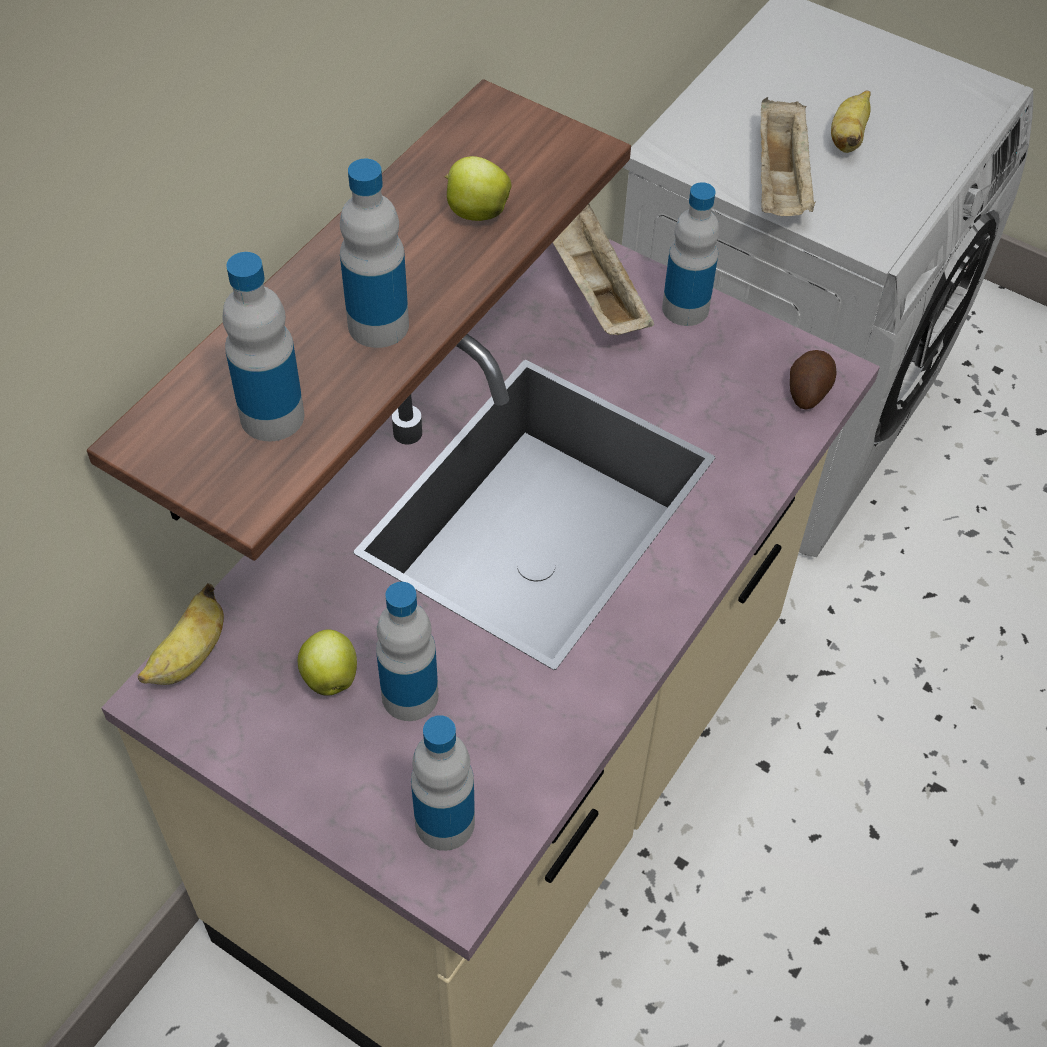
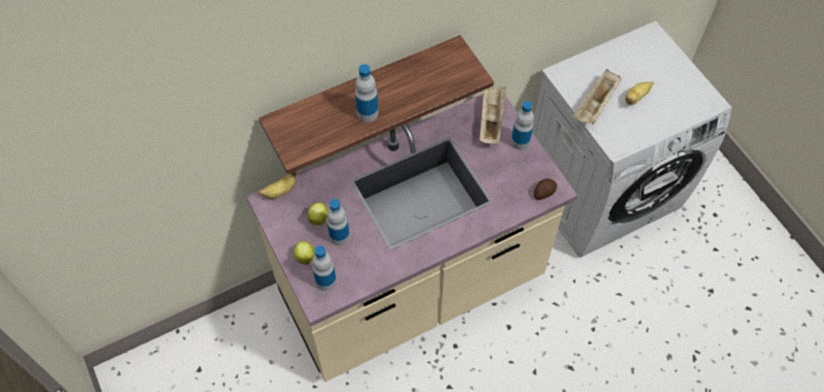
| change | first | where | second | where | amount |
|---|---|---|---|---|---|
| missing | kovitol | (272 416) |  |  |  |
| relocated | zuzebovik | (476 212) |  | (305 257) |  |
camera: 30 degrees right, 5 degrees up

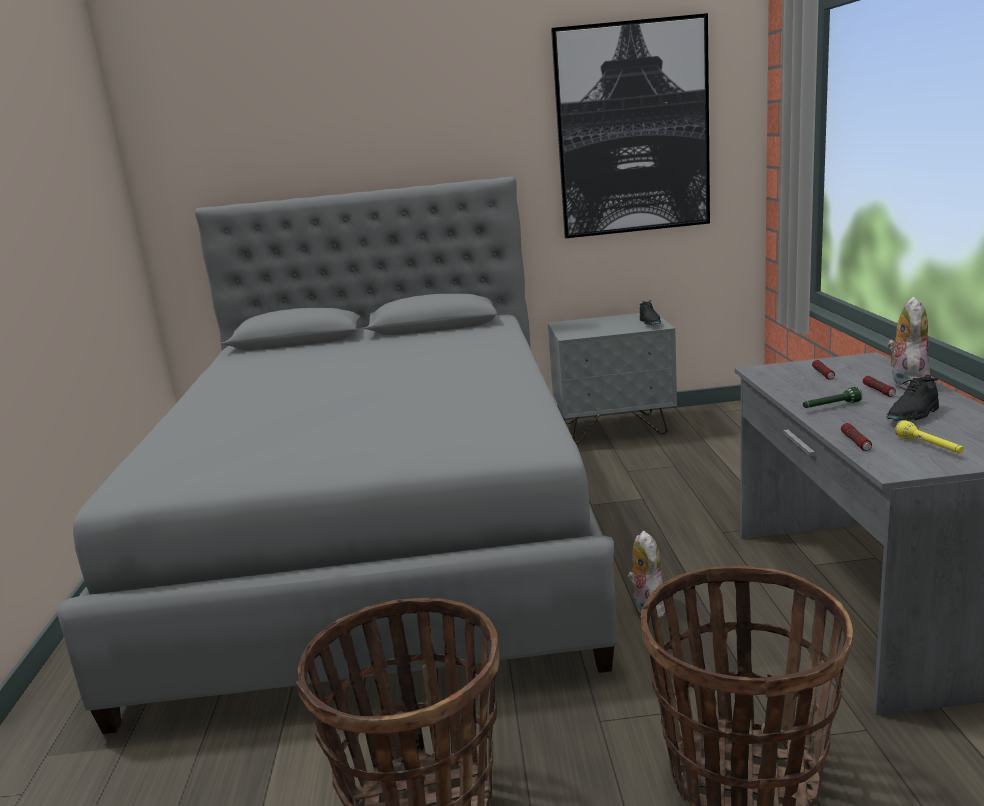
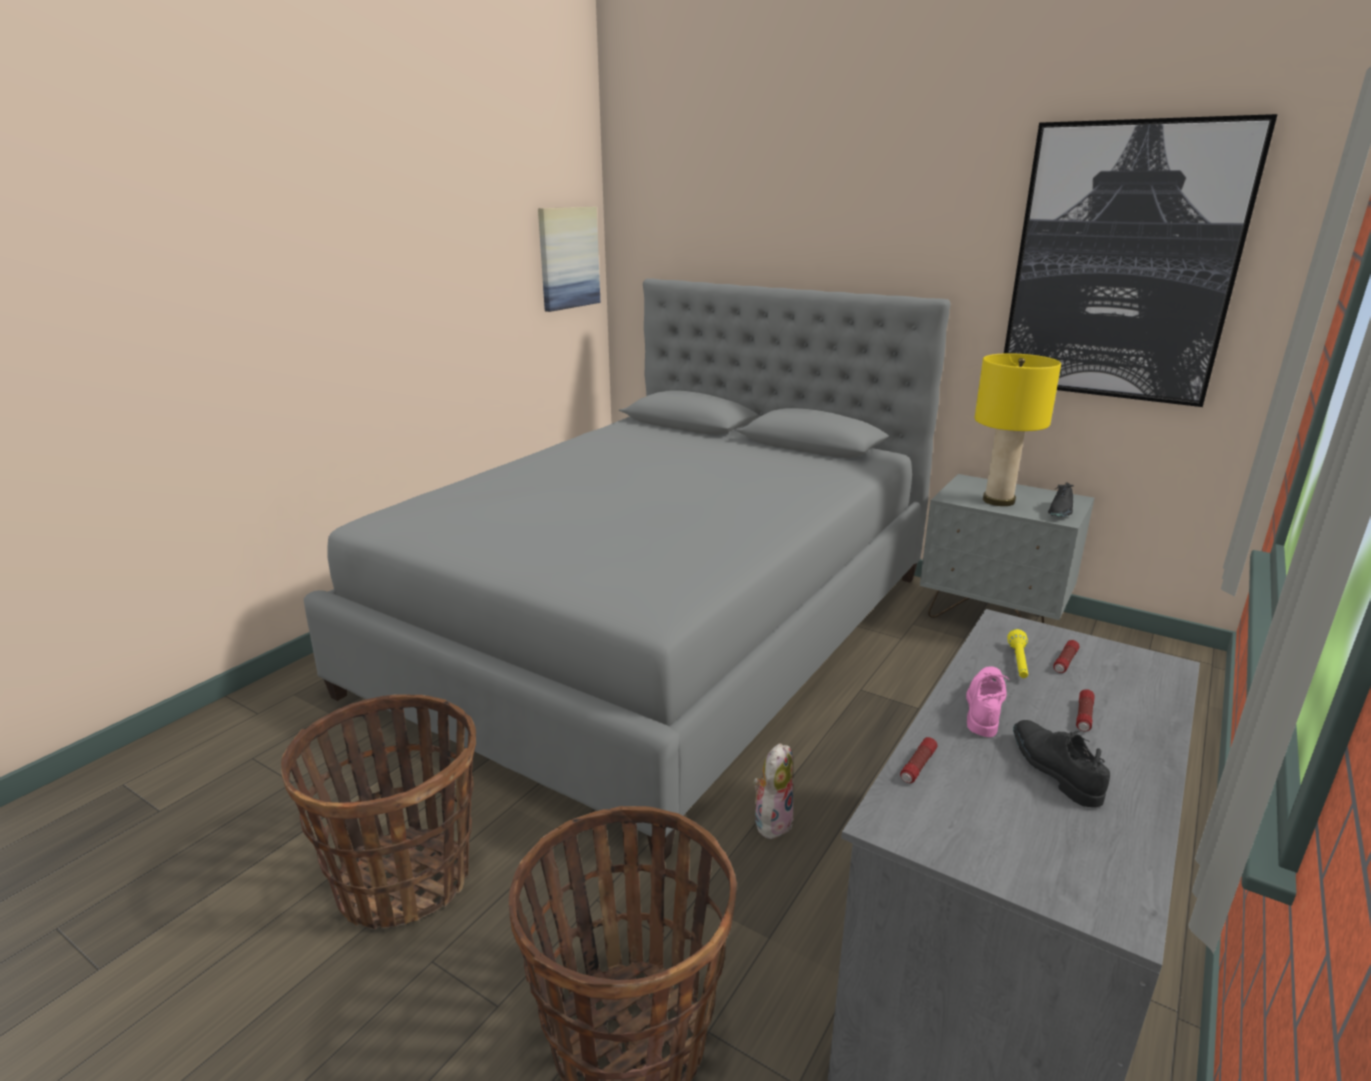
| change | first | where | second | where | amount |
|---|---|---|---|---|---|
| exchanged | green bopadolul | (830 406) | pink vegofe | (985 708) |  |
| spun | black vegofe | (912 416) |  | (1053 770) | 75 degrees clockwise |
| missing | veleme | (906 383) |  |  |  |
| relocated | yellow bopadolul | (929 447) |  | (1018 663) |  |
| appeared |  |  | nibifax | (568 258) |  |
| appeared |  |  | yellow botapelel | (998 500) |  |
camera: 35 degrees right, 5 degrees up

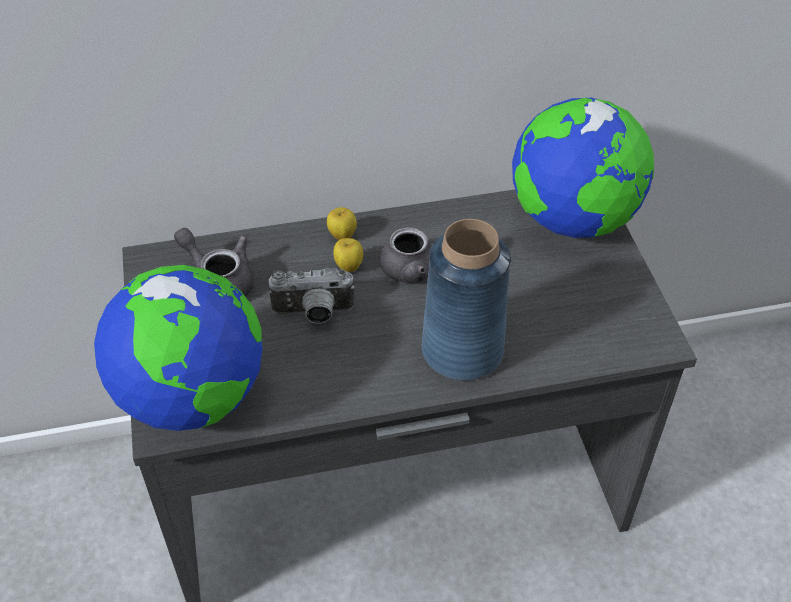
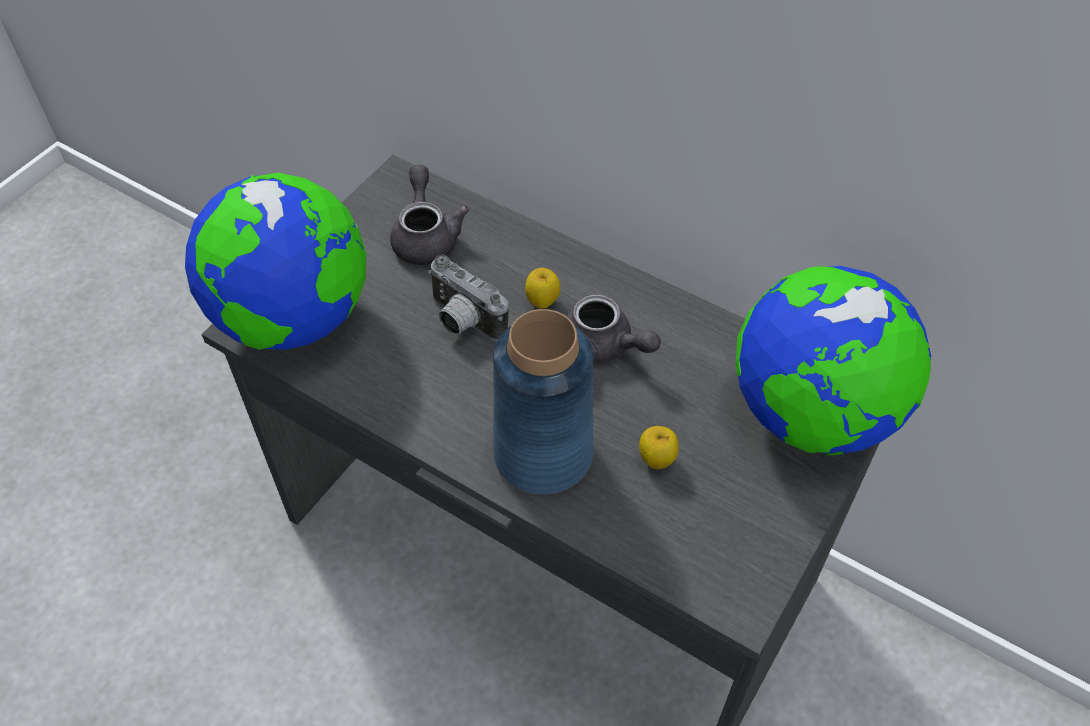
| change | first | where | second | where | amount |
|---|---|---|---|---|---|
| relocated | zuzebovik | (342 236) |  | (657 460) |  |
camera: 45 degrees right, 5 degrees up

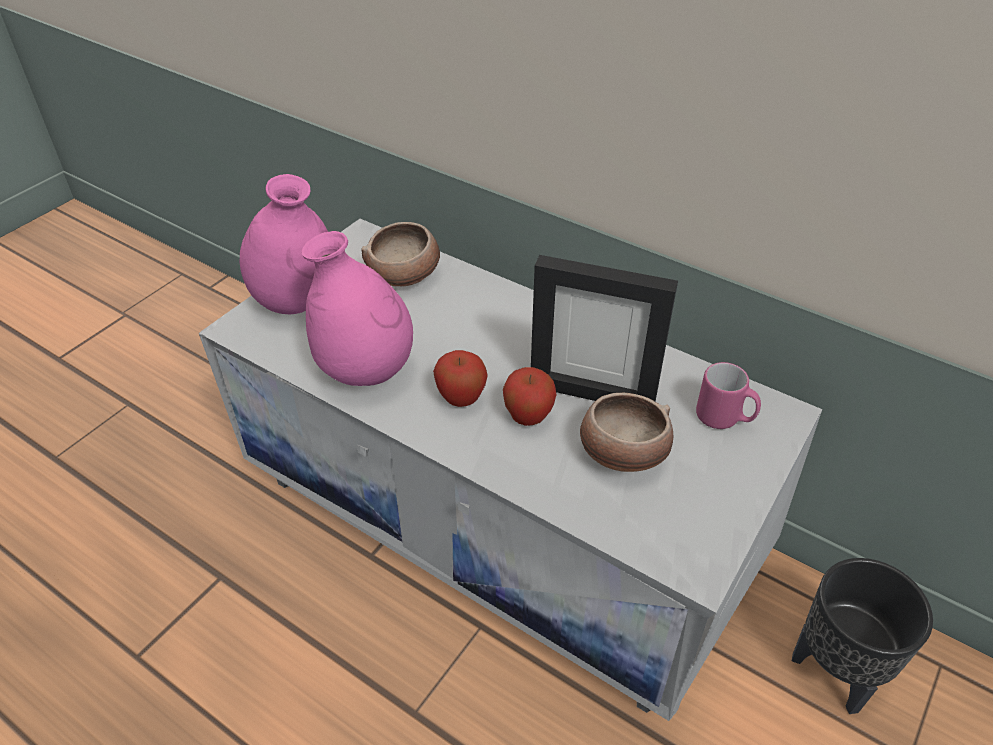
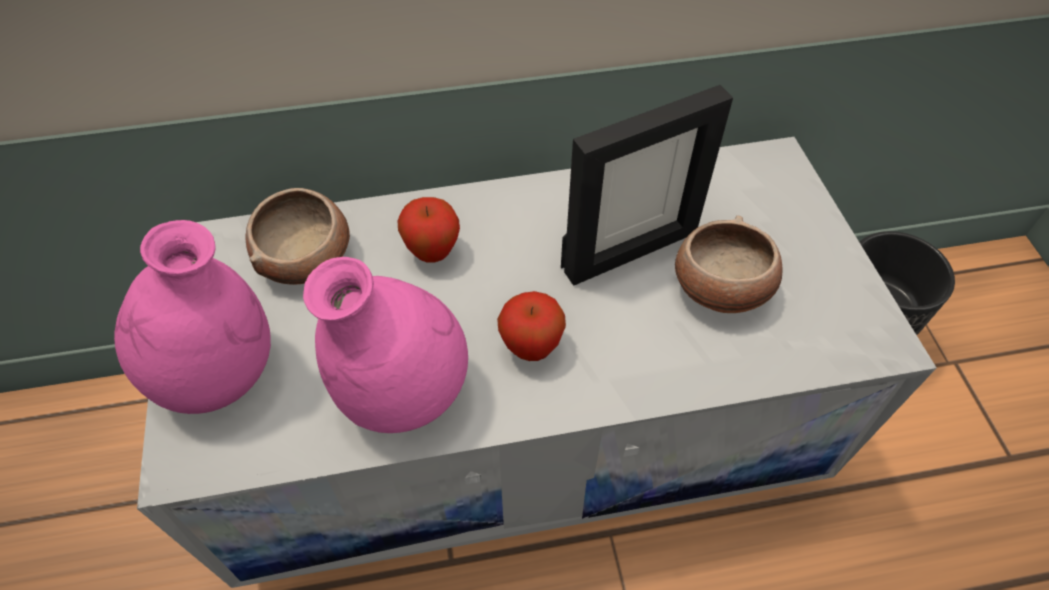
| change | first | where | second | where | amount |
|---|---|---|---|---|---|
| relocated | zuzebovik | (528 418) |  | (432 252) |  |
| missing | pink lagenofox | (724 419) |  |  |  |
camera: 45 degrees left, 10 degrees up

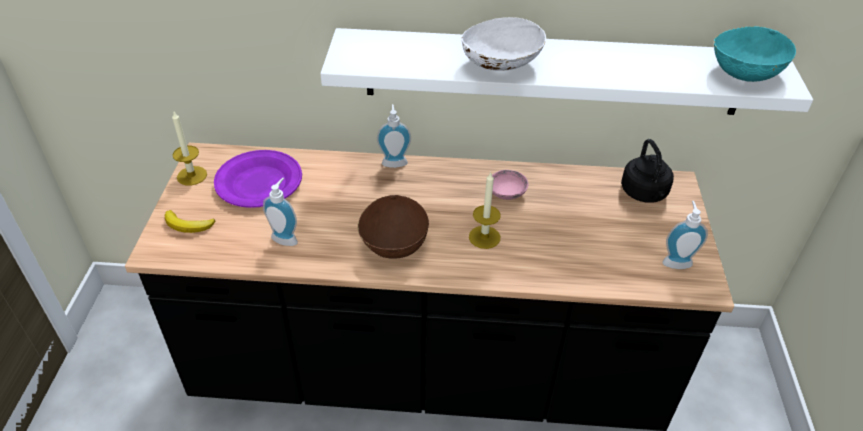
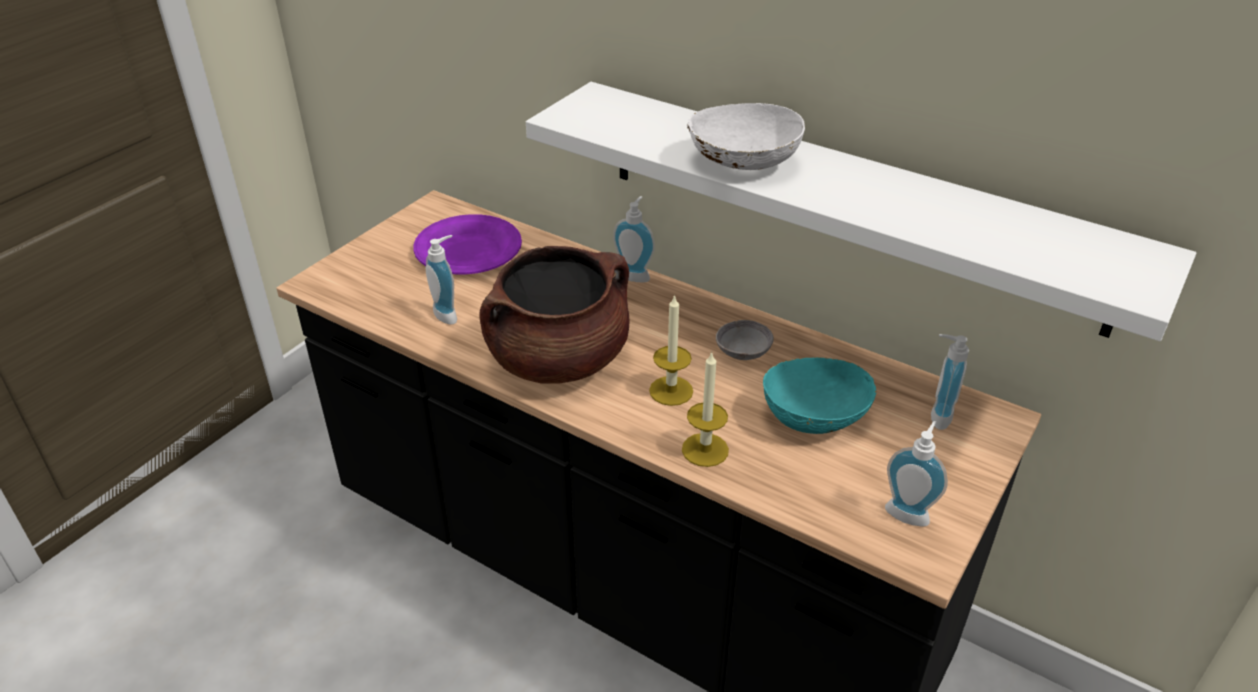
| change | first | where | second | where | amount |
|---|---|---|---|---|---|
| missing | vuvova | (188 225) |  |  |  |
| relocated | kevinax | (192 176) |  | (705 450) |  |
| exchanged | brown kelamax | (393 243) | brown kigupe | (558 359) |  |
| colour | pink kelamax | (507 193) | grey kelamax | (743 352) |  |
| exchanged | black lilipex | (644 194) | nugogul | (936 415) |  |
| relocated | turquoise kelamax | (744 72) |  | (814 417) |  |
camera: 30 degrees right, 5 degrees down

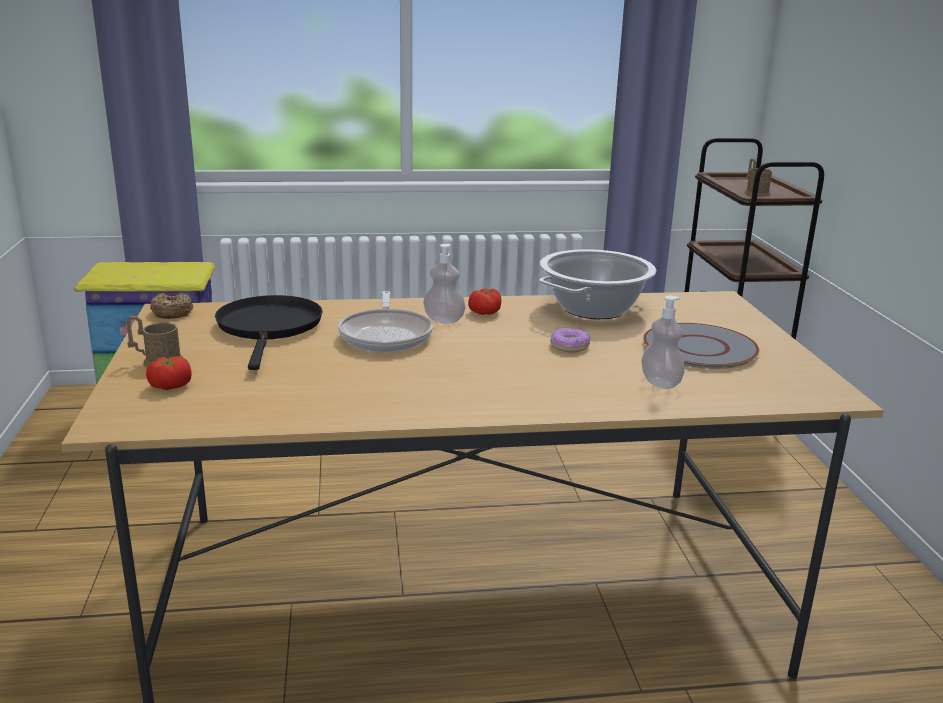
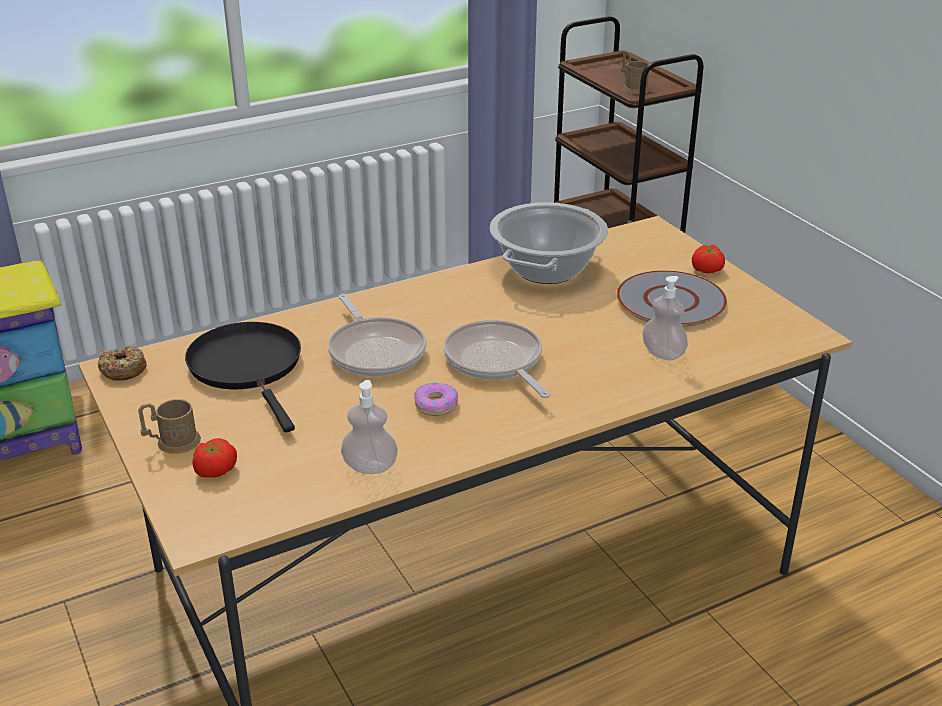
| change | first | where | second | where | amount |
|---|---|---|---|---|---|
| relocated | nugogul | (444 320) |  | (370 467) |  |
| relocated | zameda | (485 312) |  | (707 269) |  |
| relocated | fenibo | (569 346) |  | (435 405) |  |
| appeared |  |  | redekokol | (496 362) |  |
camera: 20 degrees left, 10 degrees up

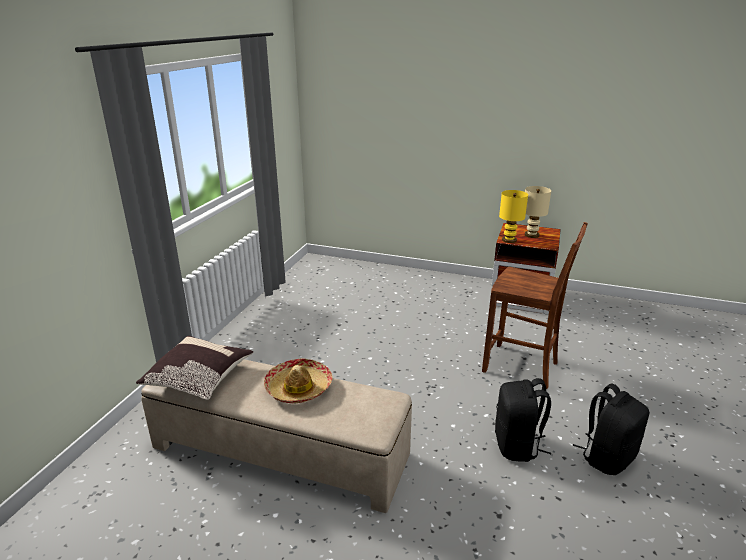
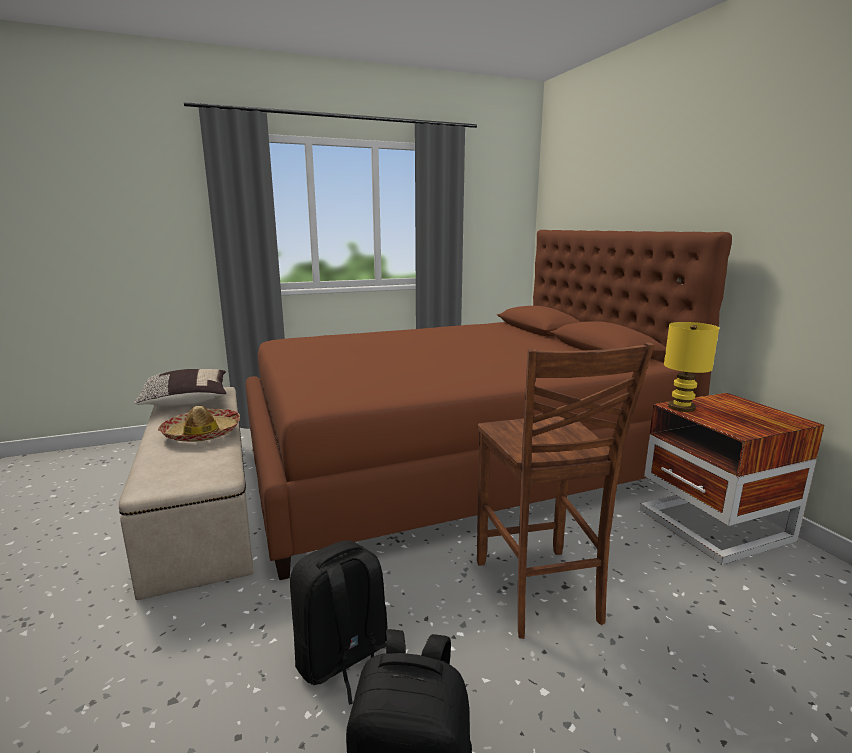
| change | first | where | second | where | amount |
|---|---|---|---|---|---|
| missing | beige botapelel | (531 235) |  |  |  |
| appeared |  |  | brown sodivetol | (452 460) |  |
camera: 50 degrees right, 10 degrees down

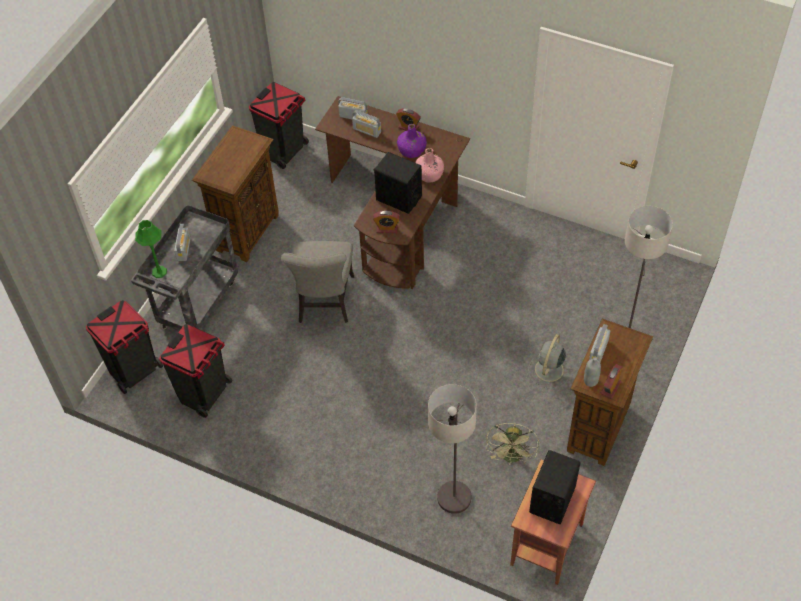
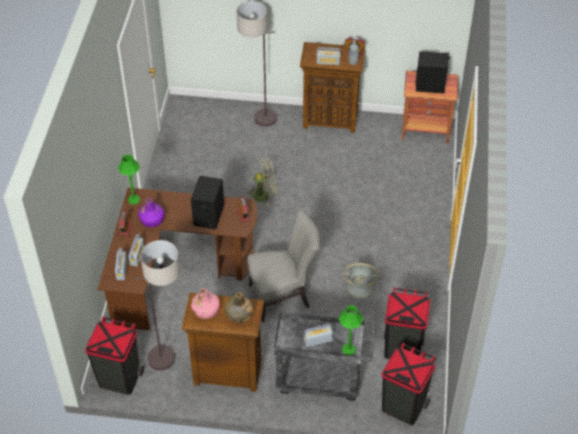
| change | first | where | second | where | amount |
|---|---|---|---|---|---|
| relocated | pink kovitol | (429 174) |  | (206 310) |  |
| relocated | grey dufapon | (451 507) |  | (169 358) |  |
| relocated | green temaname | (512 457) |  | (264 194) |  |
| relocated | grey temaname | (548 371) |  | (361 288) |  |
| appeared |  |  | green botapelel | (134 199) |  |
| appeared |  |  | green kovitol | (239 315) |  |
camera: 110 degrees left, 5 degrees down

